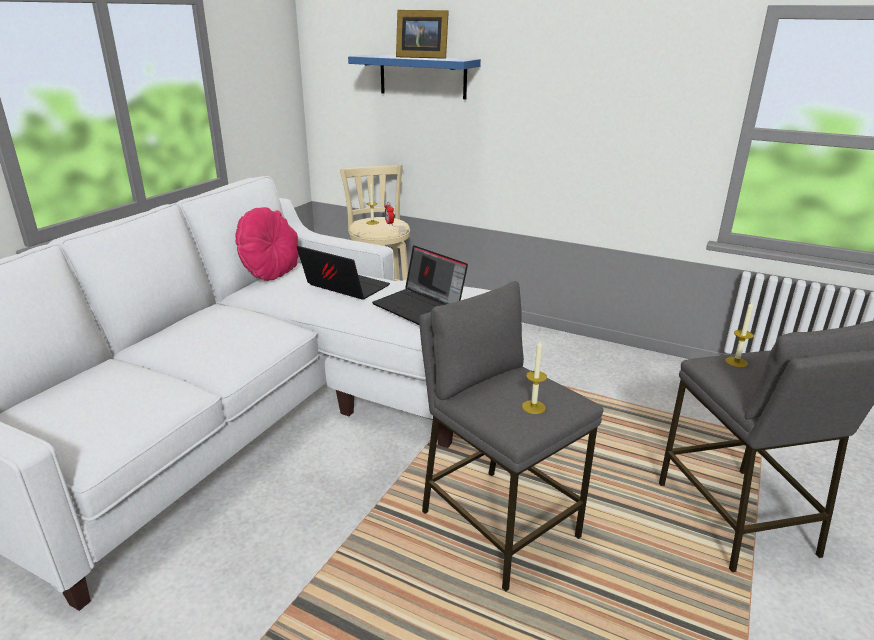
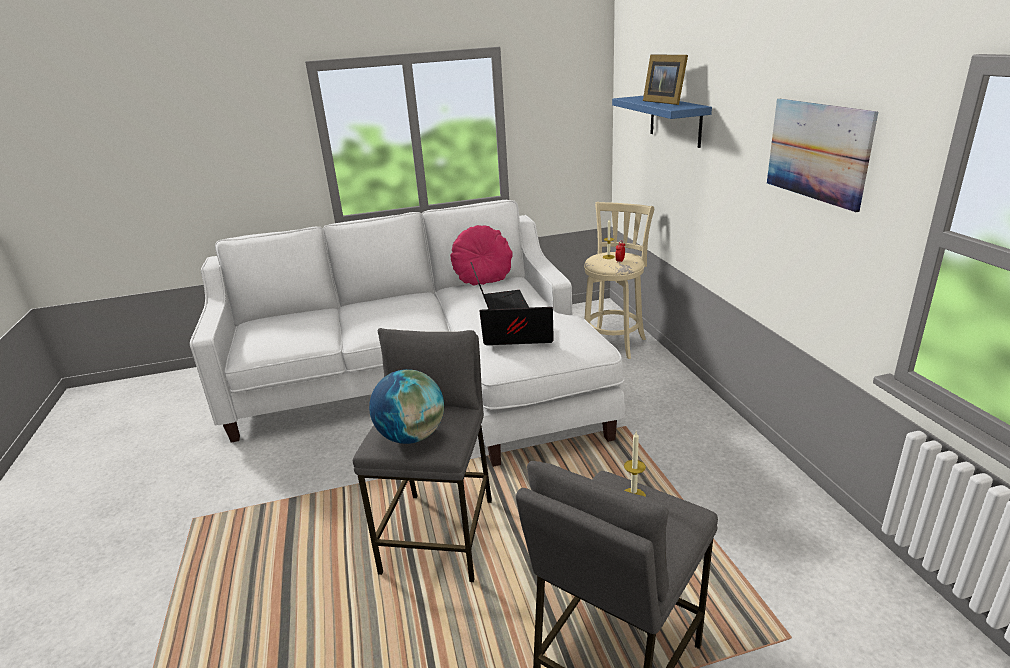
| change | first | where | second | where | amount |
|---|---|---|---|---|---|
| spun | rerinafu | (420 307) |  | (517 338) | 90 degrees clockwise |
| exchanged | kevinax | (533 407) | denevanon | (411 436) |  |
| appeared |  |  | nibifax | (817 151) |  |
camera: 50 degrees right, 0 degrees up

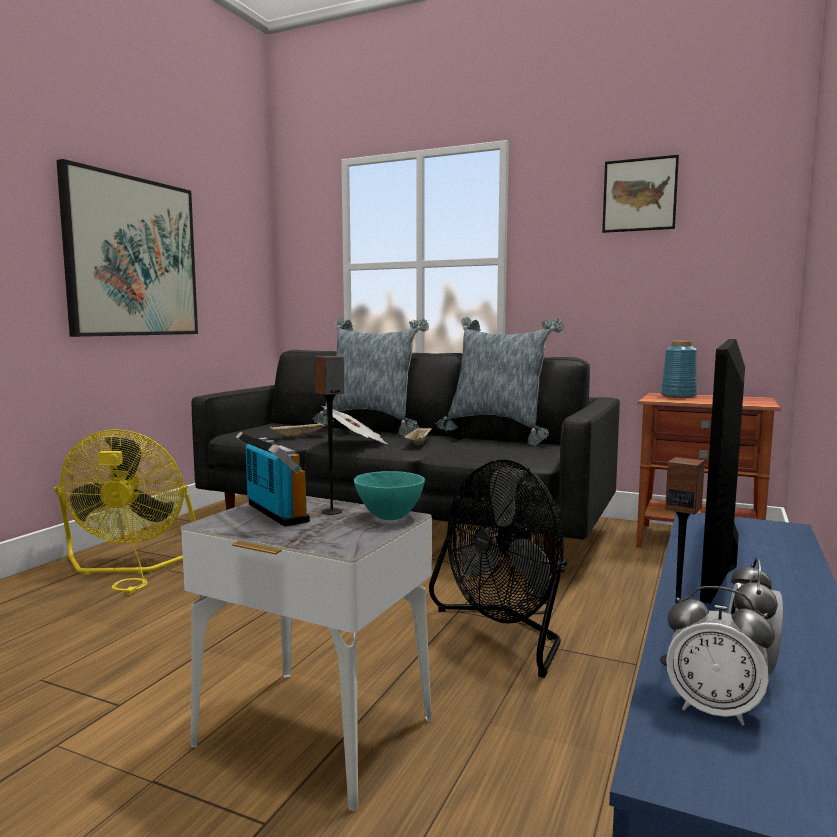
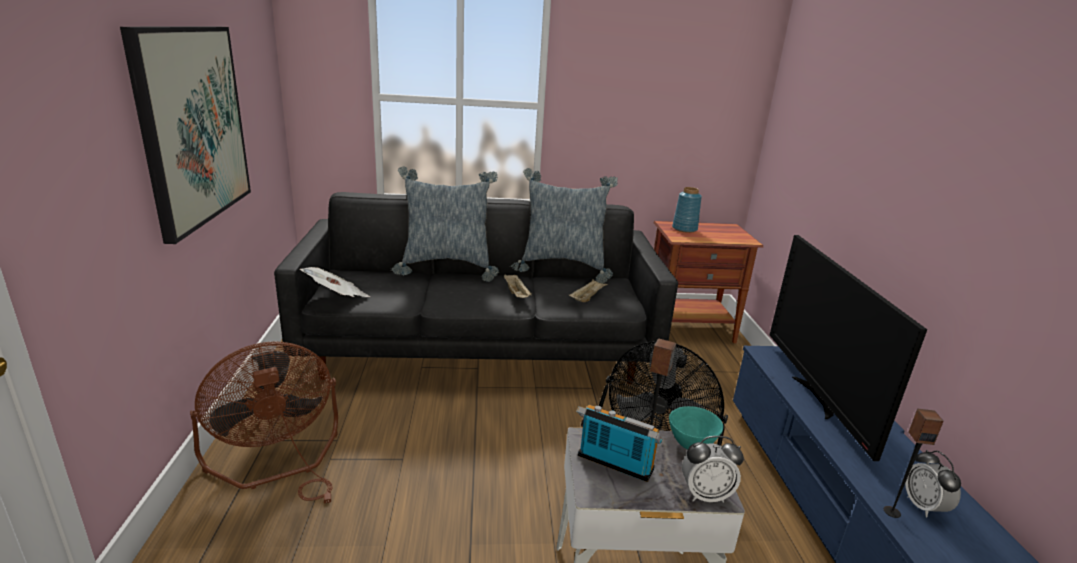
| change | first | where | second | where | amount |
|---|---|---|---|---|---|
| colour | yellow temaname | (127 566) | brown temaname | (283 466) |  |
| relocated | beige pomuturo | (300 436) |  | (587 298) |  |
| relocated | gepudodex | (356 443) |  | (337 298) |  |
| missing | nibifax | (639 195) |  |  |  |
| relocated | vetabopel | (713 709) |  | (705 495) |  |
camera: 30 degrees left, 15 degrees up

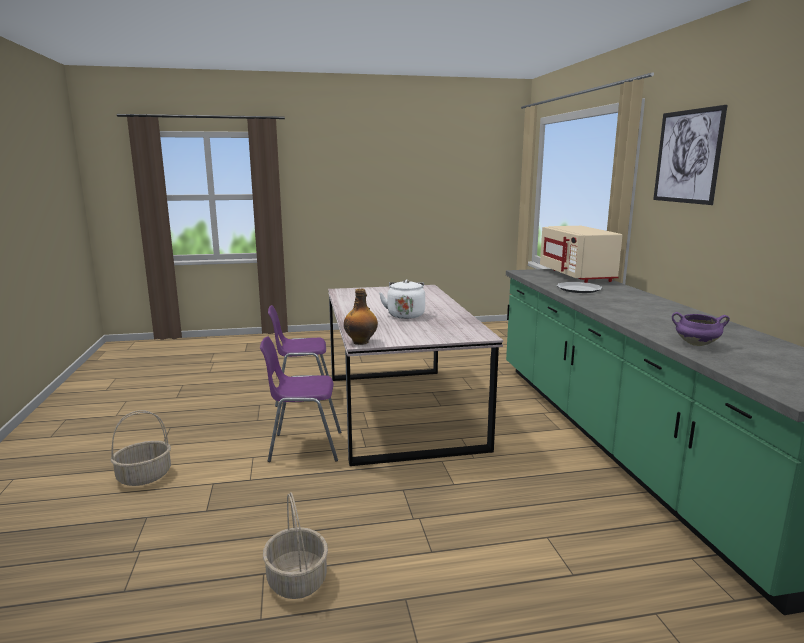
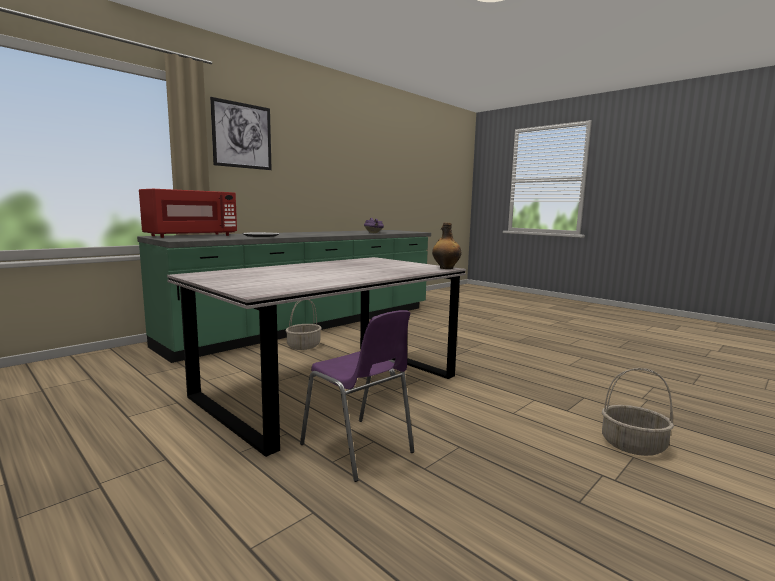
| change | first | where | second | where | amount |
|---|---|---|---|---|---|
| missing | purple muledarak | (303 447) |  |  |  |
| relocated | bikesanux | (297 580) |  | (304 346) |  |
| missing | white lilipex | (405 315) |  |  |  |
| colour | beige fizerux | (577 275) | red fizerux | (191 236) |  |
camera: 125 degrees left, 5 degrees down

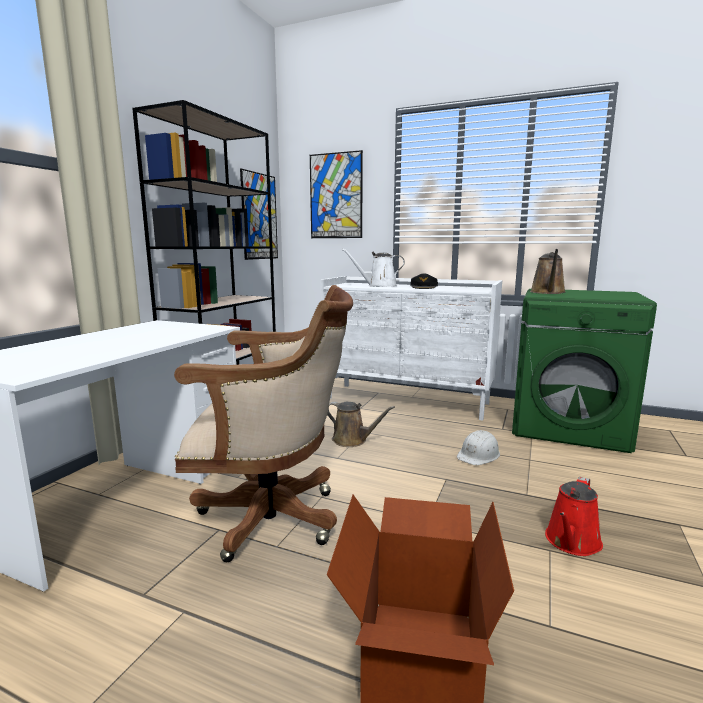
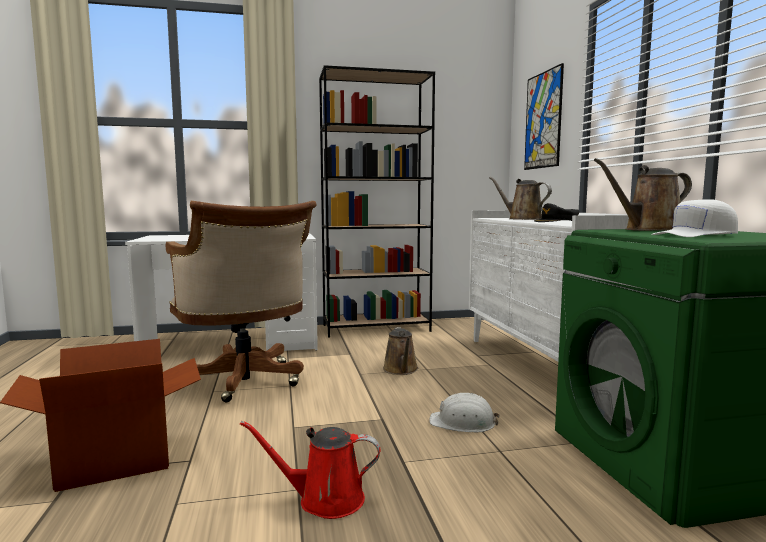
| change | first | where | second | where | amount |
|---|---|---|---|---|---|
| missing | nibifax | (259 216) |  |  |  |
| colour | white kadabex | (379 286) | brown kadabex | (522 219) |  |
| appeared |  |  | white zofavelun | (696 235) |  |
camera: 55 degrees right, 5 degrees down

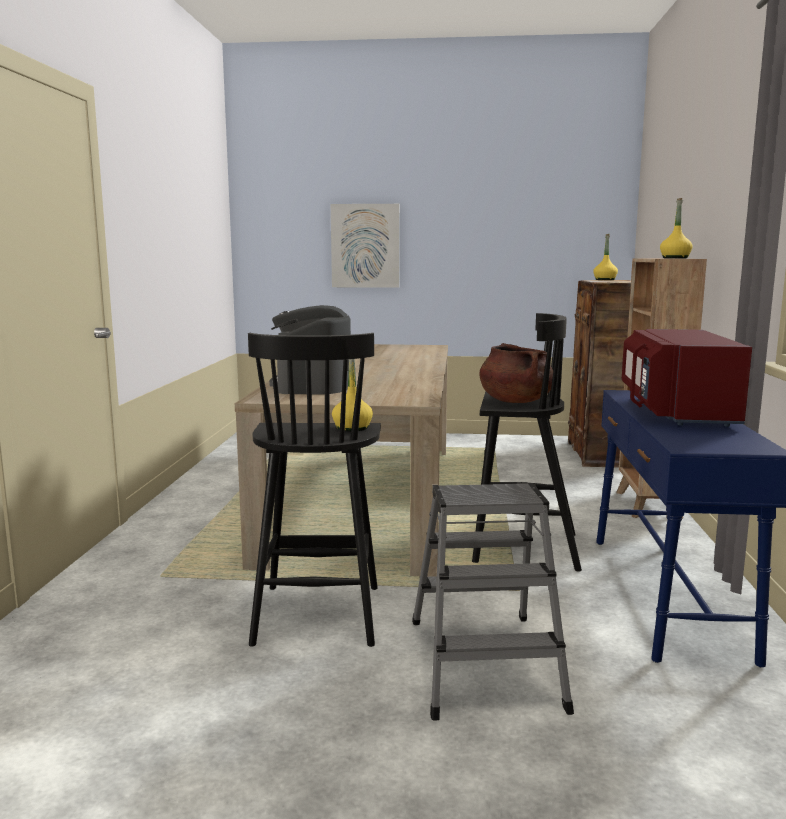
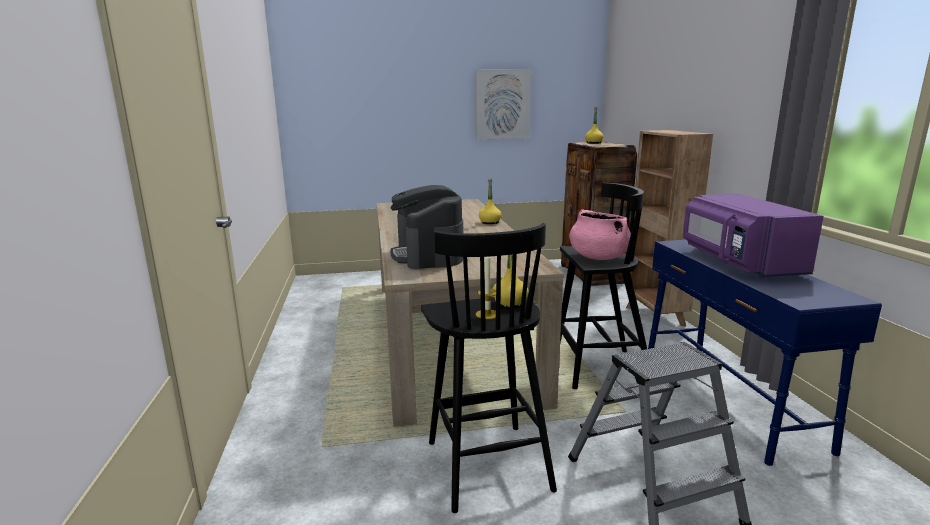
| change | first | where | second | where | amount |
|---|---|---|---|---|---|
| relocated | nibifax | (365 246) |  | (502 104) |  |
| colour | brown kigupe | (515 401) | pink kigupe | (598 257) |  |
| colour | red fizerux | (675 412) | purple fizerux | (738 262) |  |
| relocated | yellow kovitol | (675 258) |  | (489 222) |  |
| appeared |  |  | kevinax | (487 314) |  |
camera: 15 degrees left, 5 degrees up

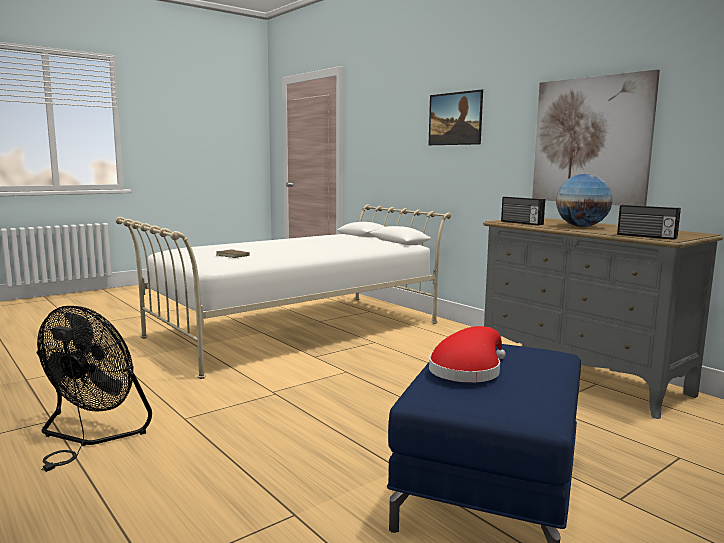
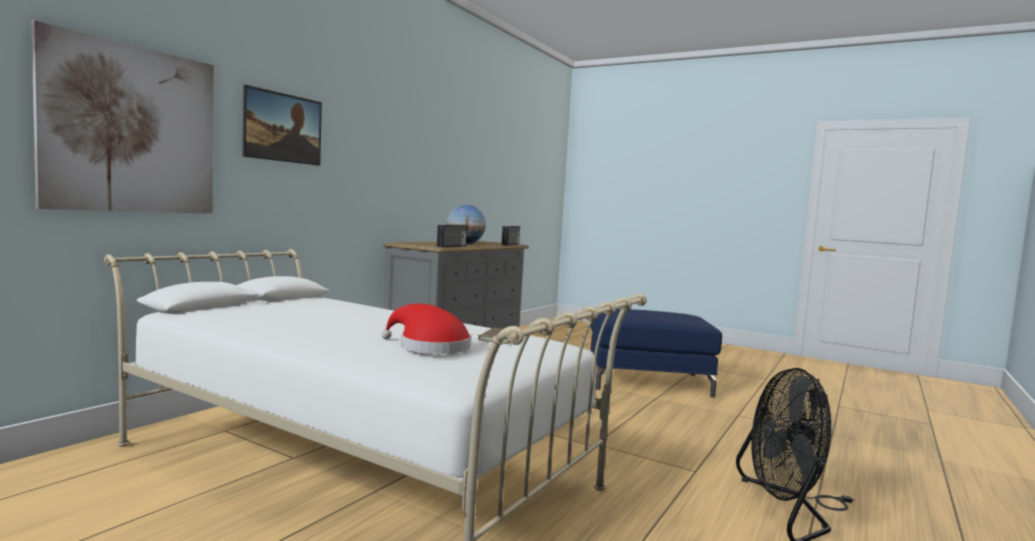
| change | first | where | second | where | amount |
|---|---|---|---|---|---|
| relocated | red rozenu | (467 370) |  | (429 347) |  |
| relocated | nibifax | (590 141) |  | (132 129) |  |
camera: 110 degrees left, 5 degrees down

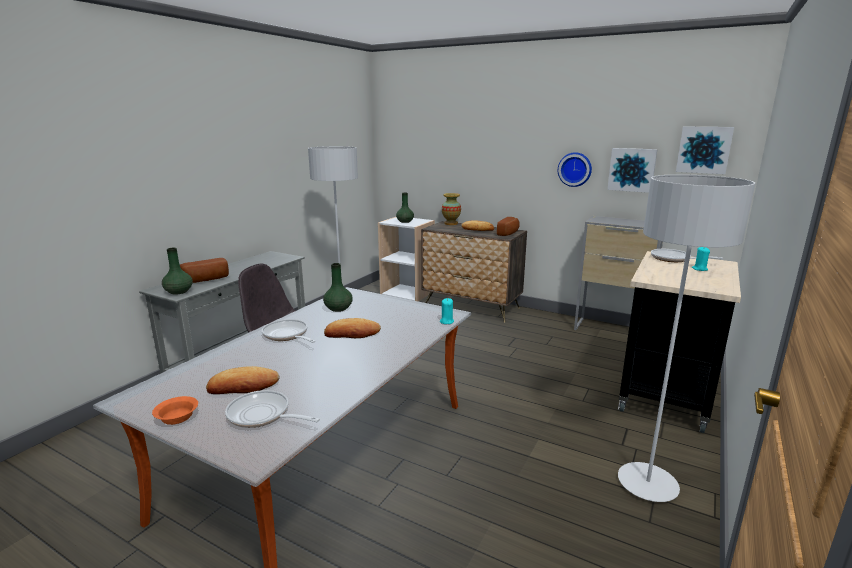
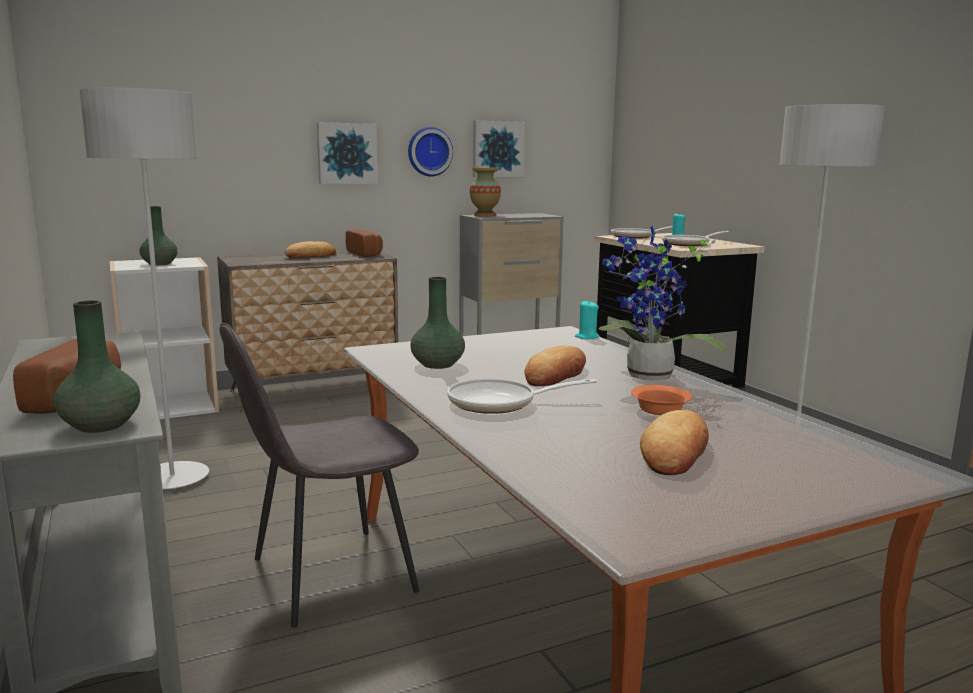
| change | first | where | second | where | amount |
|---|---|---|---|---|---|
| relocated | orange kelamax | (177 418) |  | (661 410) |  |
| relocated | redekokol | (263 415) |  | (689 244) |  |
| relocated | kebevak | (451 223) |  | (484 215) |  |
| relocated | nibifax | (704 149) |  | (346 153) |  |
| appeared |  |  | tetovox | (647 377) |  |
camera: 55 degrees left, 5 degrees down

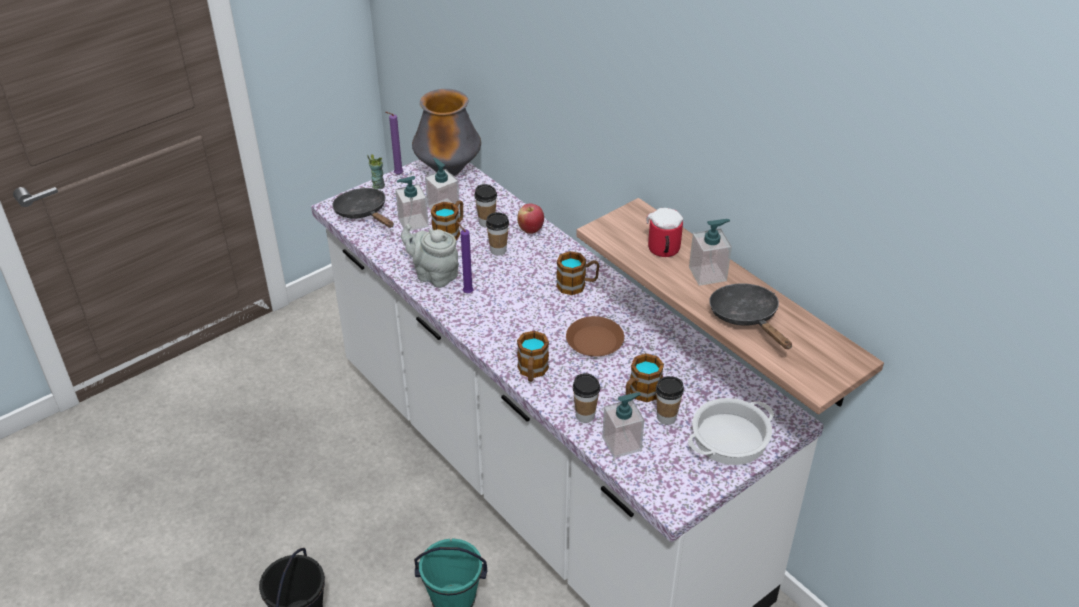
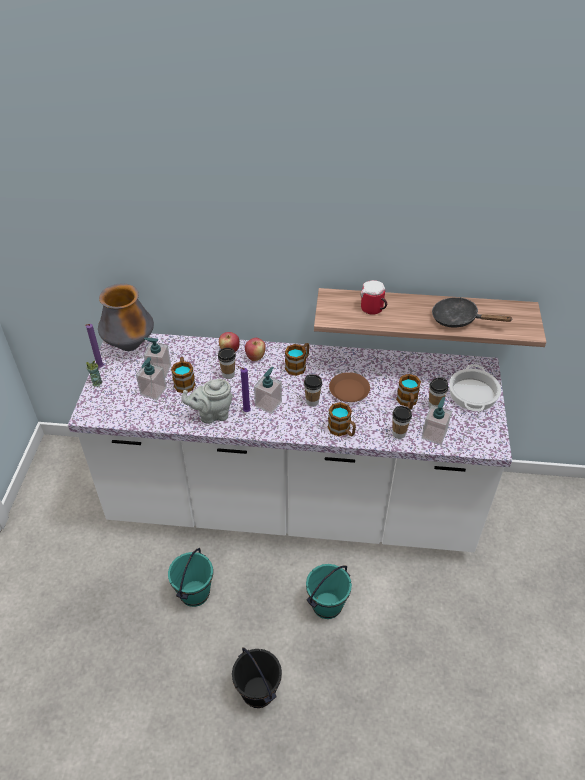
| change | first | where | second | where | amount |
|---|---|---|---|---|---|
| missing | black redekokol | (363 213) |  |  |  |
| relocated | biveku | (486 222) |  | (312 402) |  |
| relocated | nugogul | (708 274) |  | (268 404) |  |
| appeared |  |  | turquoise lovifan | (194 593) |  |
| appeared |  |  | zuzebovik | (255 357) |  |
camera: 45 degrees left, 5 degrees up

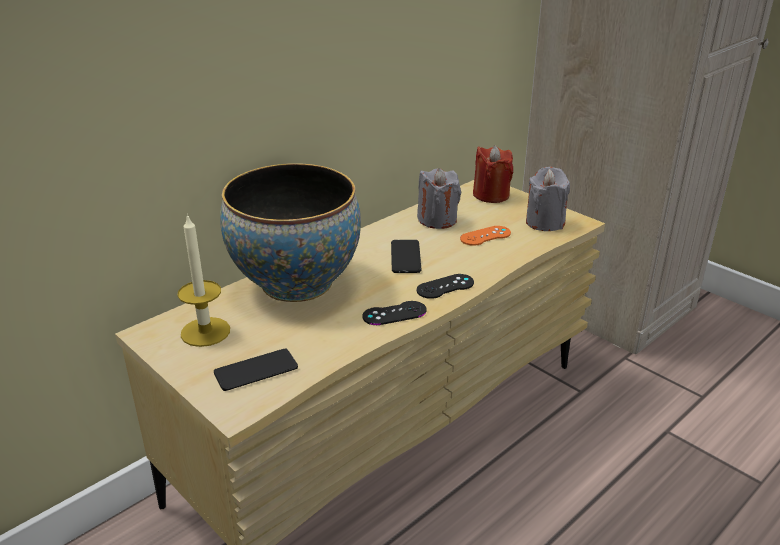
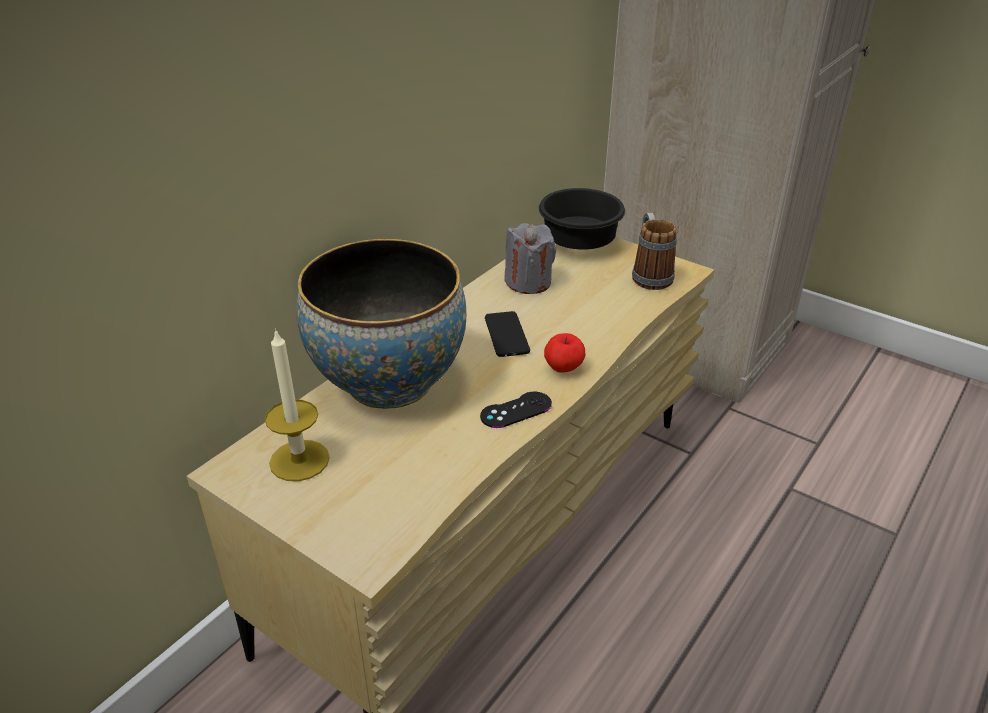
| change | first | where | second | where | amount |
|---|---|---|---|---|---|
| missing | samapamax | (256 370) |  |  |  |
| exchanged | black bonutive | (445 286) | zuzebovik | (563 368) |  |
| missing | orange bonutive | (485 236) |  |  |  |
| exchanged | red kevinax | (491 195) | black kelamax | (579 244) |  |
| exchanged | grey kevinax | (545 222) | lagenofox | (649 275) |  |
camera: 10 degrees left, 5 degrees up

